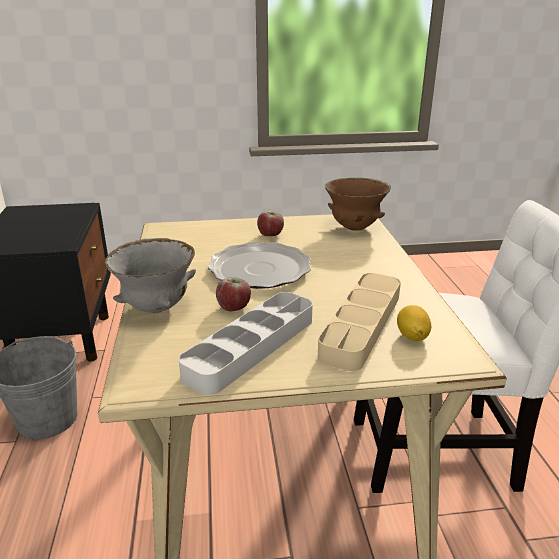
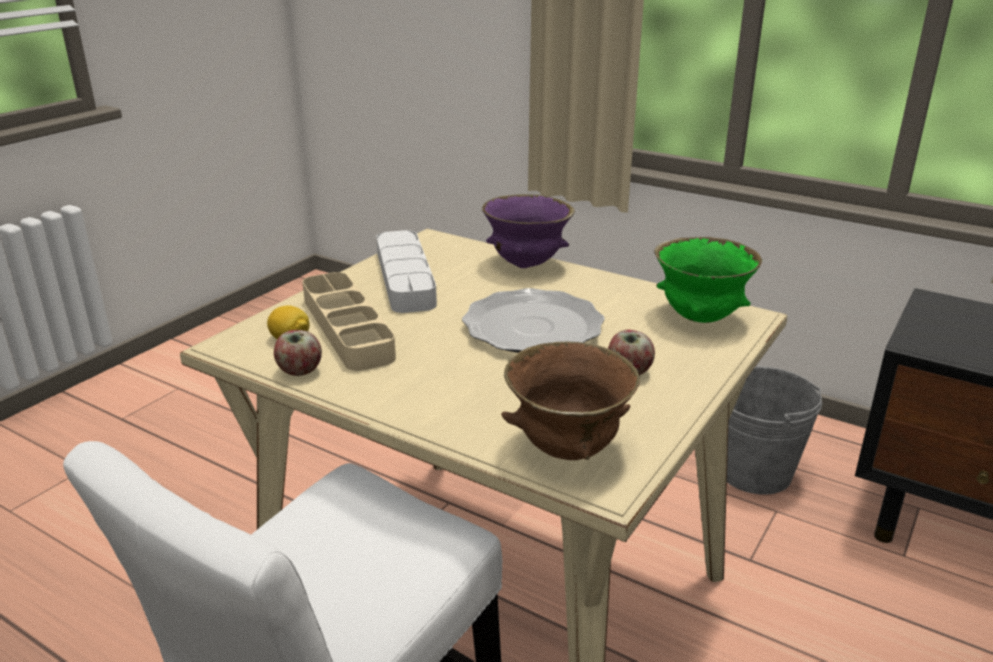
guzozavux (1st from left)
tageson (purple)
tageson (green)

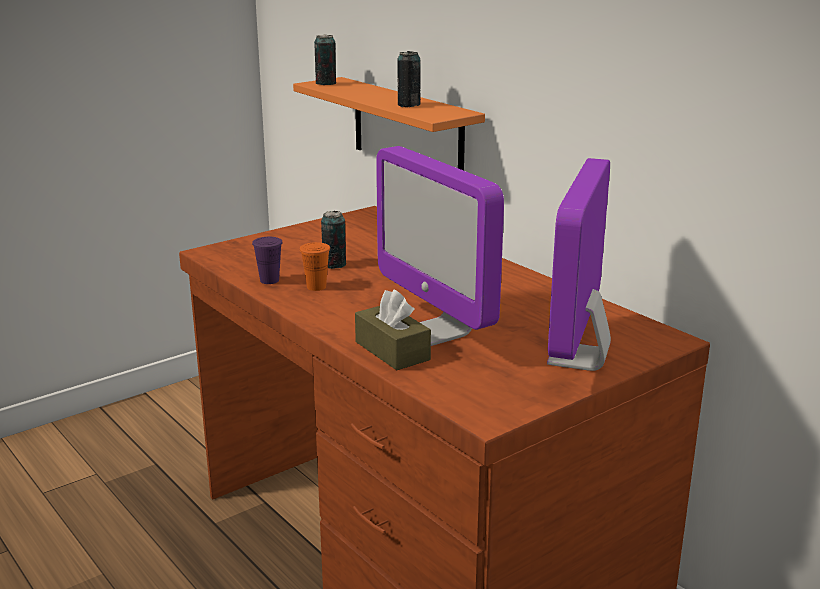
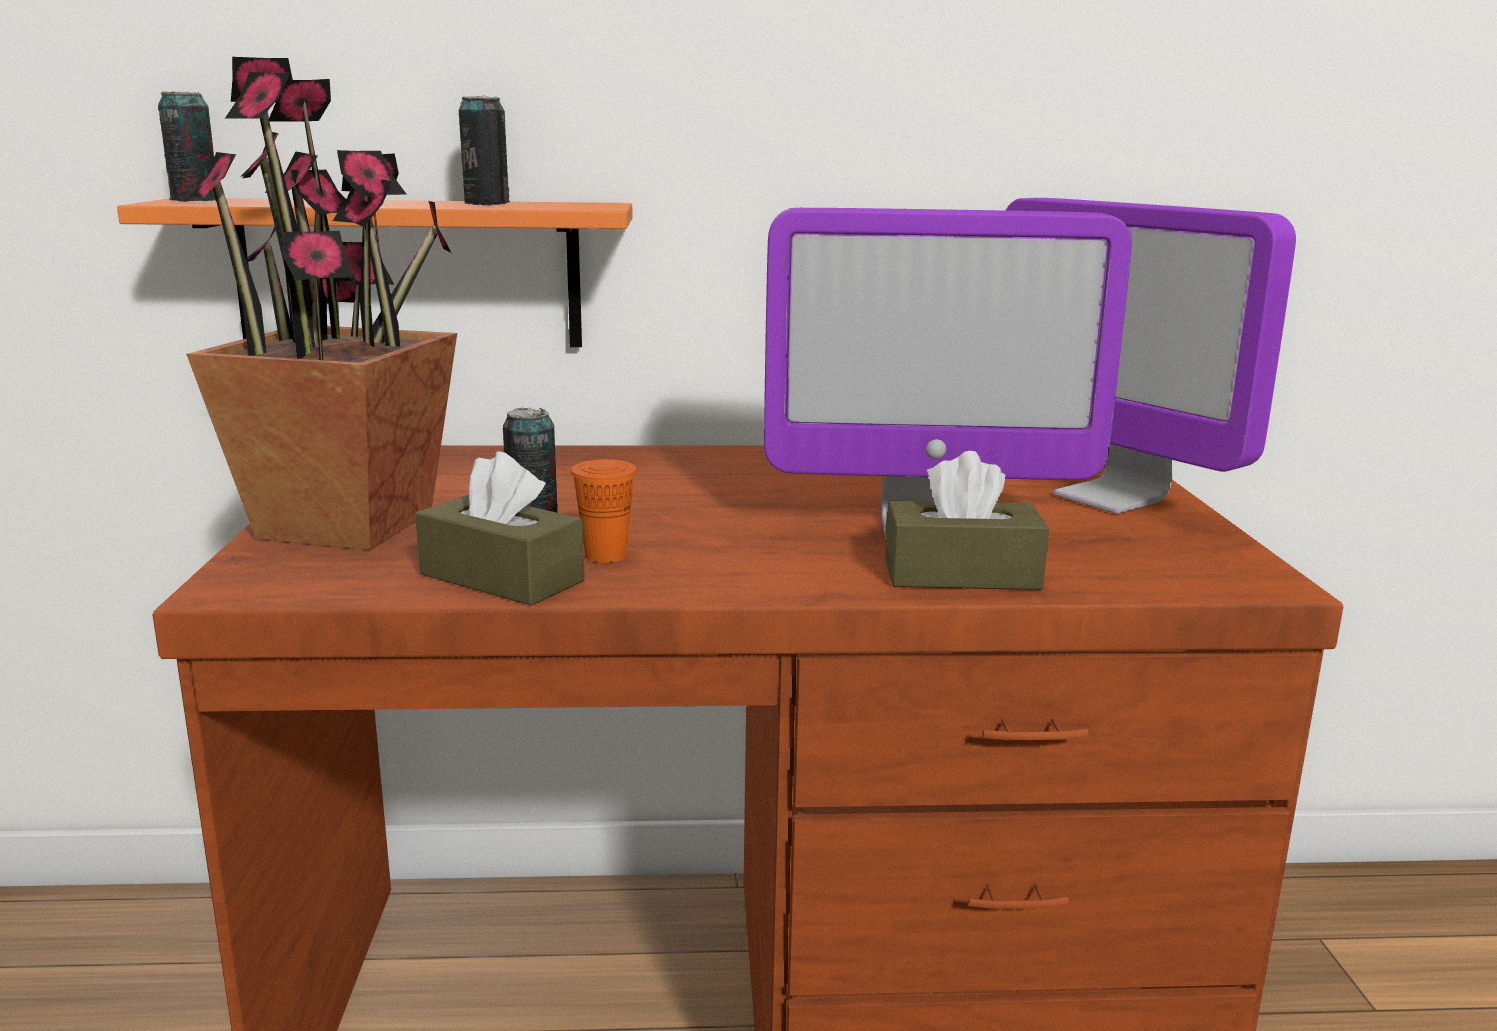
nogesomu
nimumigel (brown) (1st from left)

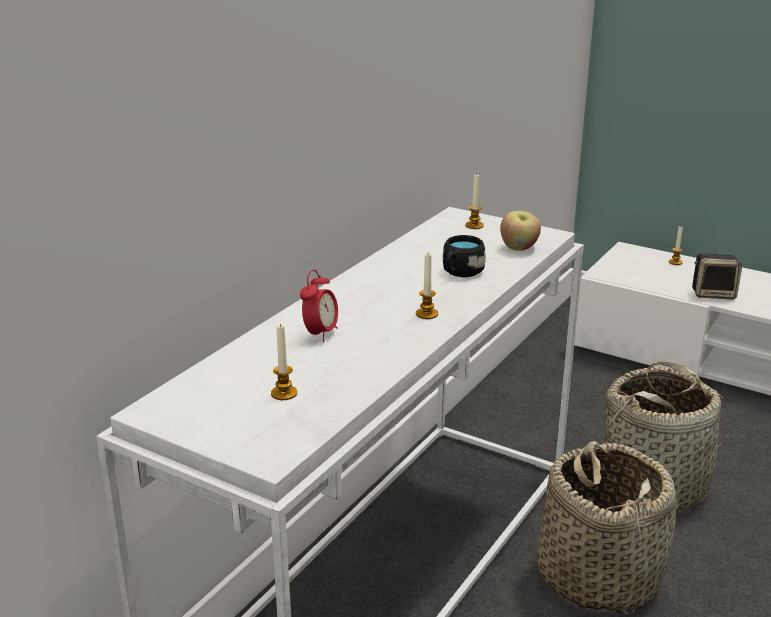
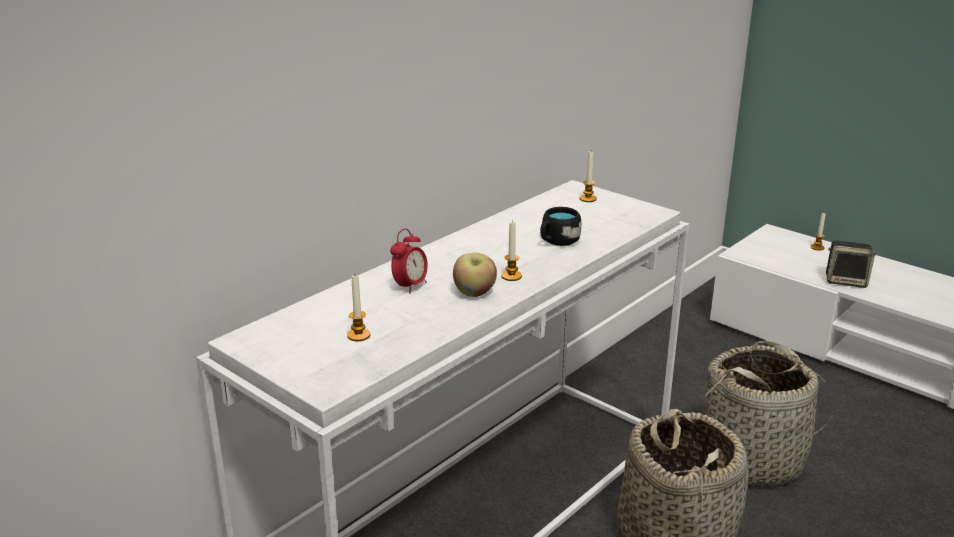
guzozavux

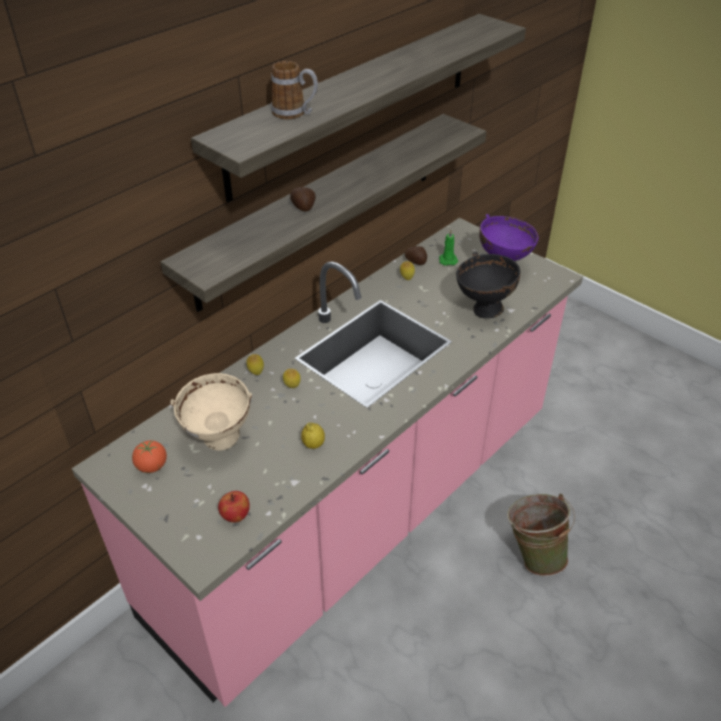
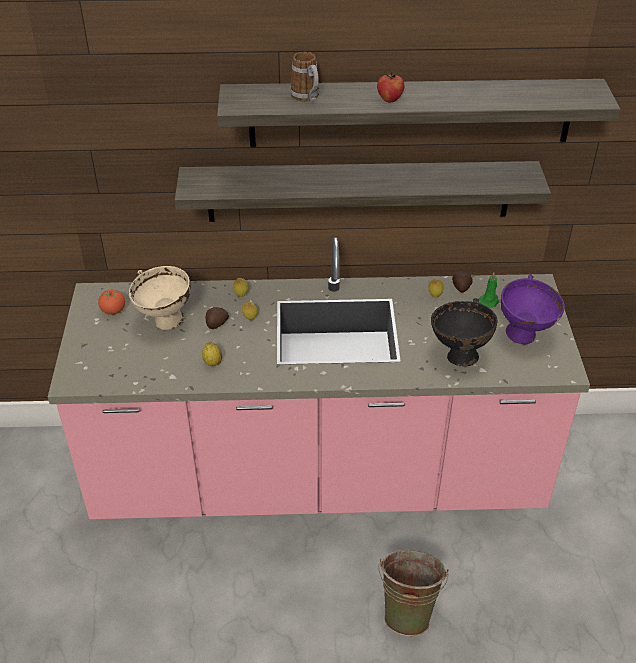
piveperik (1st from left)
guzozavux

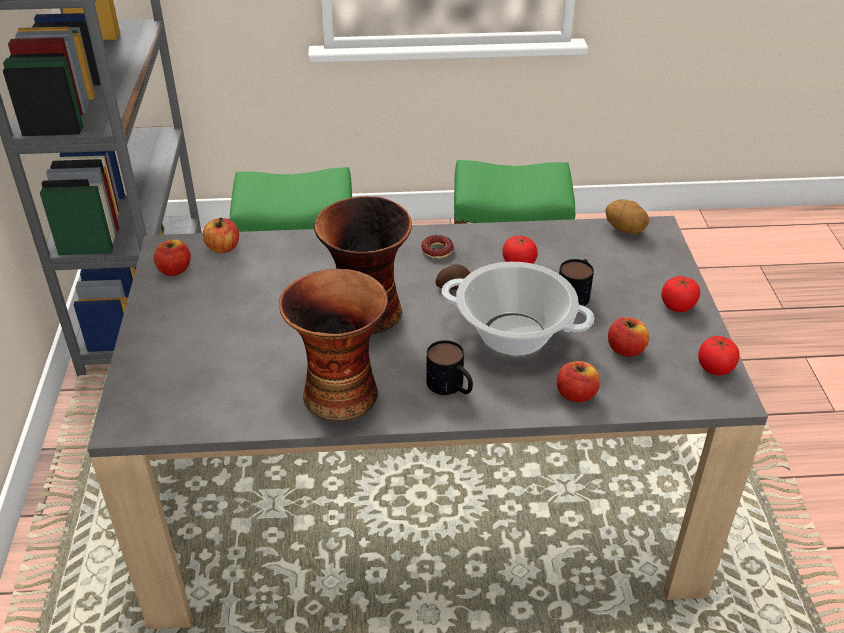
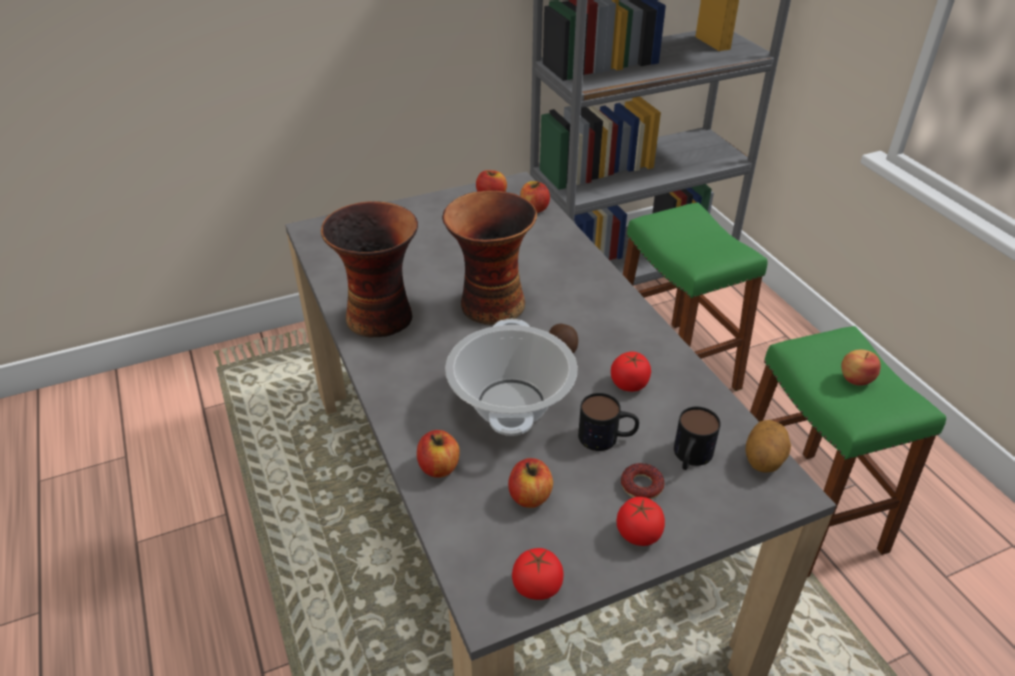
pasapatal
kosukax (2nd from left)
guzozavux (5th from left)

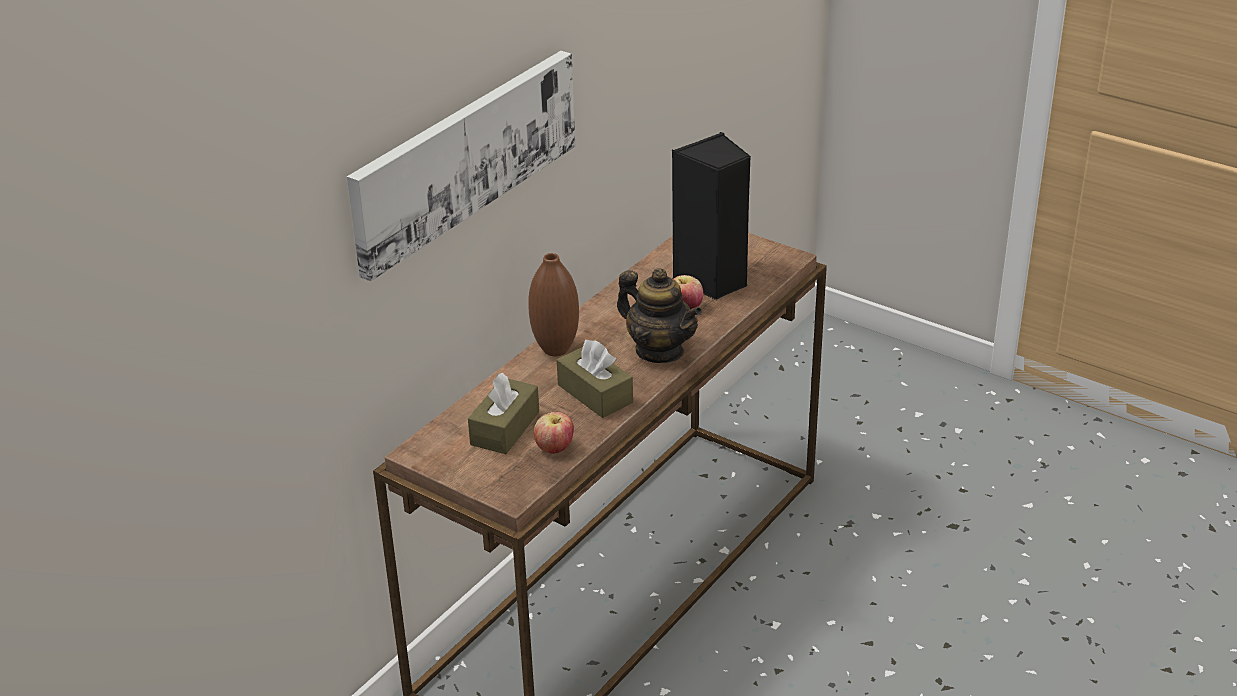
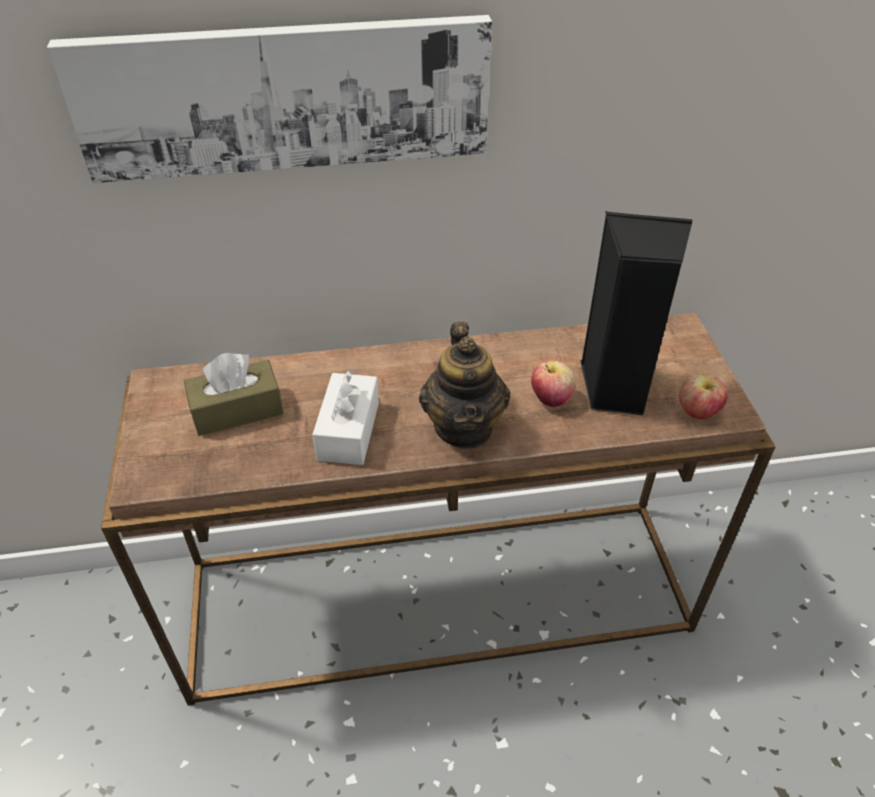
nimumigel (white)
guzozavux (2nd from left)
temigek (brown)

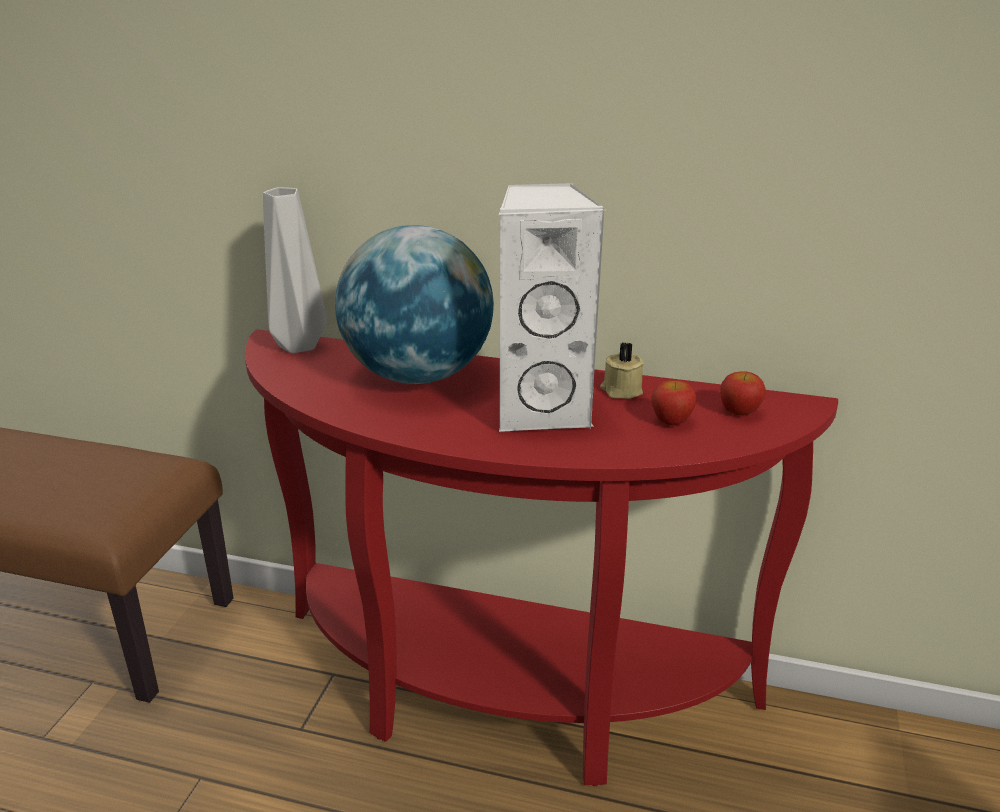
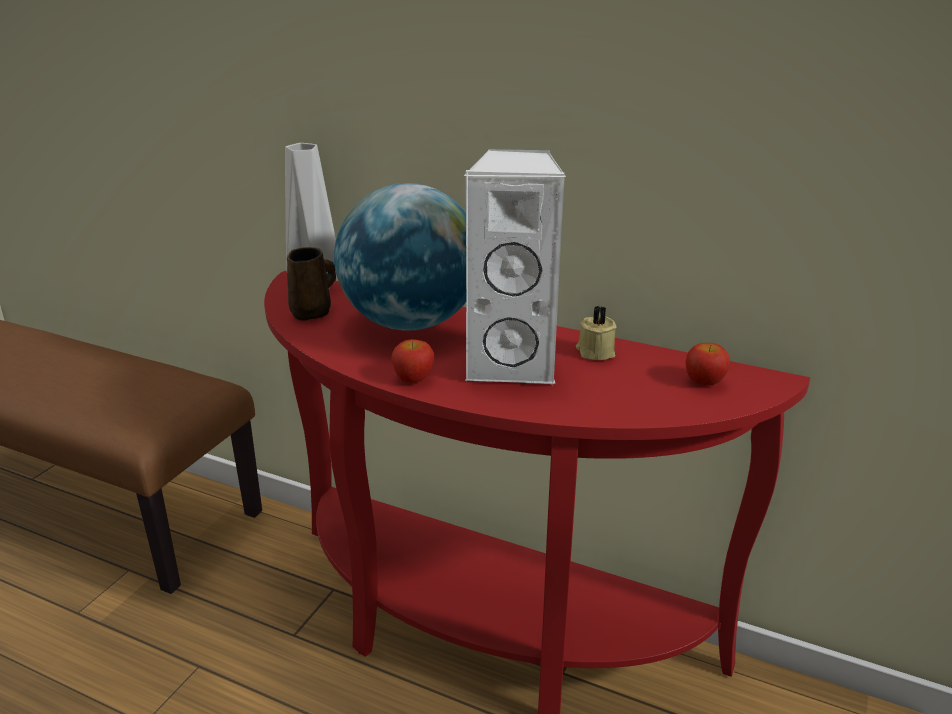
kosukax (brown)
guzozavux (1st from left)

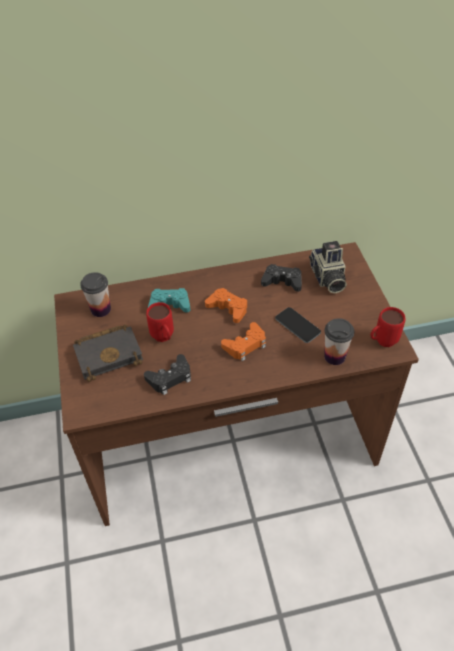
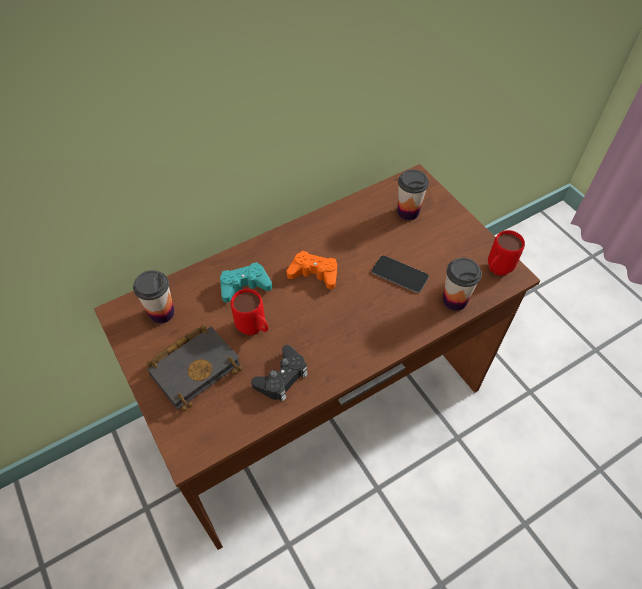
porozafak (2nd from left)
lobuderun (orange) (2nd from left in the first image)
lobuderun (black) (2nd from left in the first image)

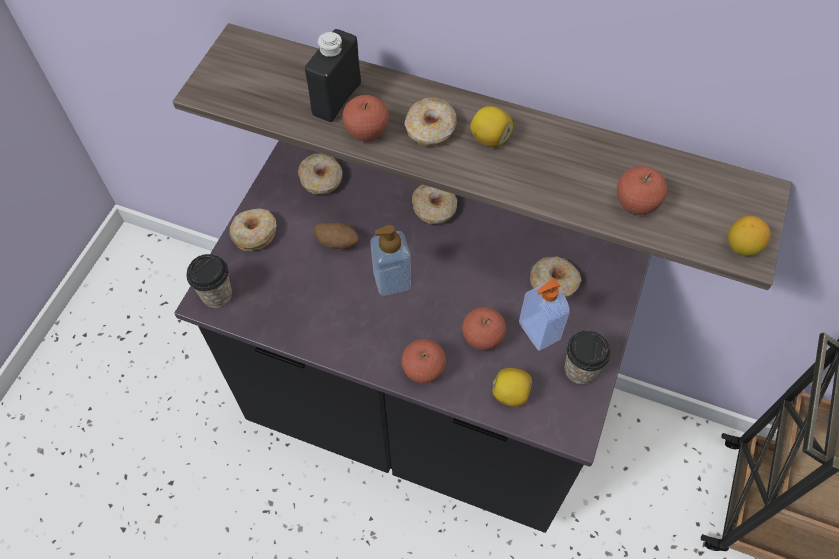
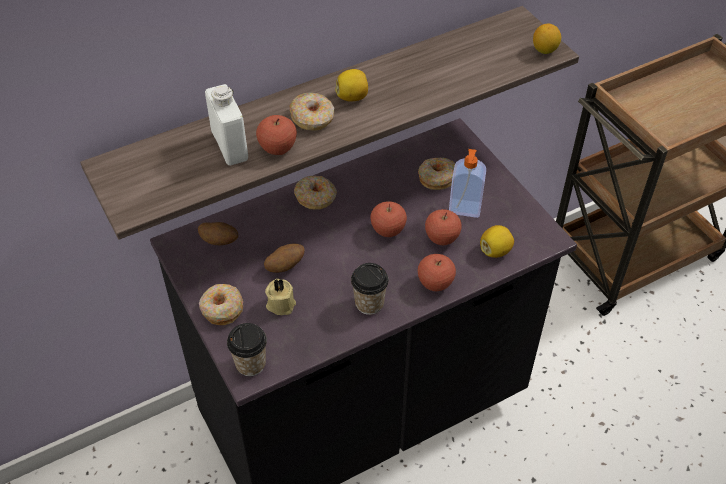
piveperik (1st from left)
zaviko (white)
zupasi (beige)
porozafak (2nd from left)
guzozavux (2nd from left)
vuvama (1st from left in the first image)

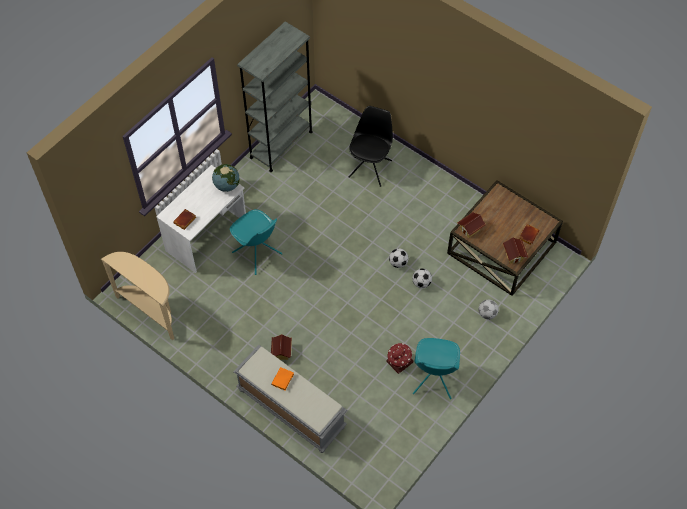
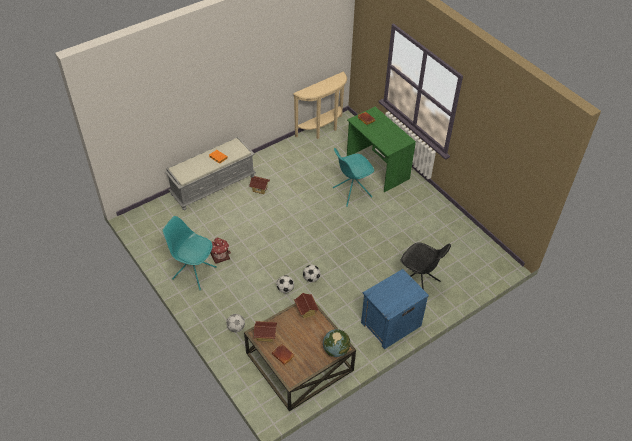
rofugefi
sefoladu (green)
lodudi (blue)
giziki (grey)

